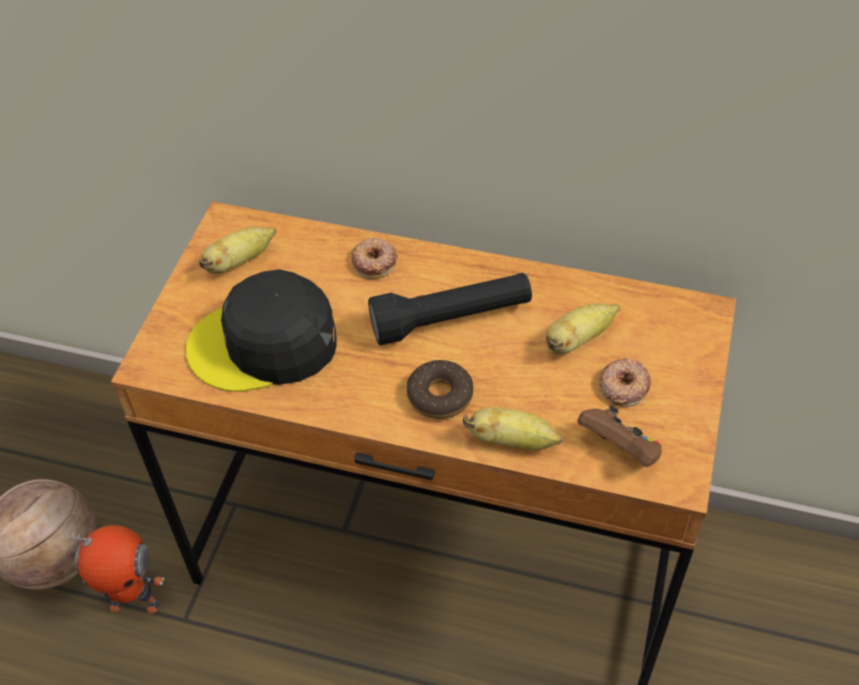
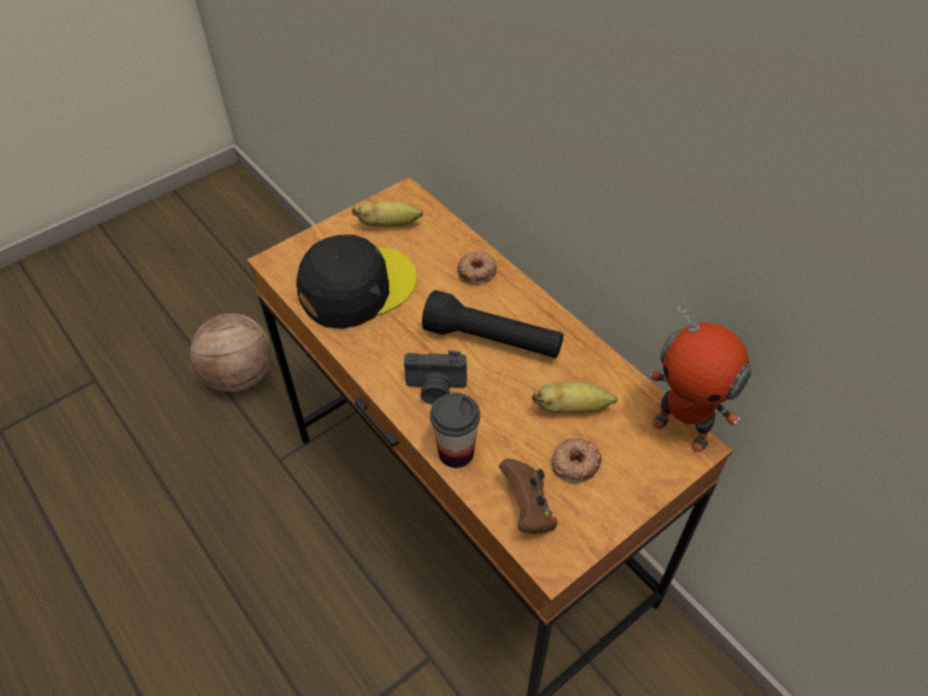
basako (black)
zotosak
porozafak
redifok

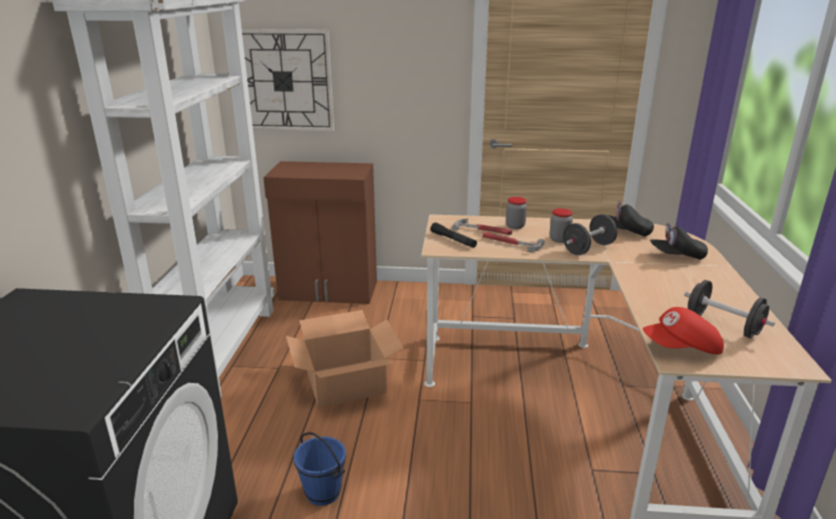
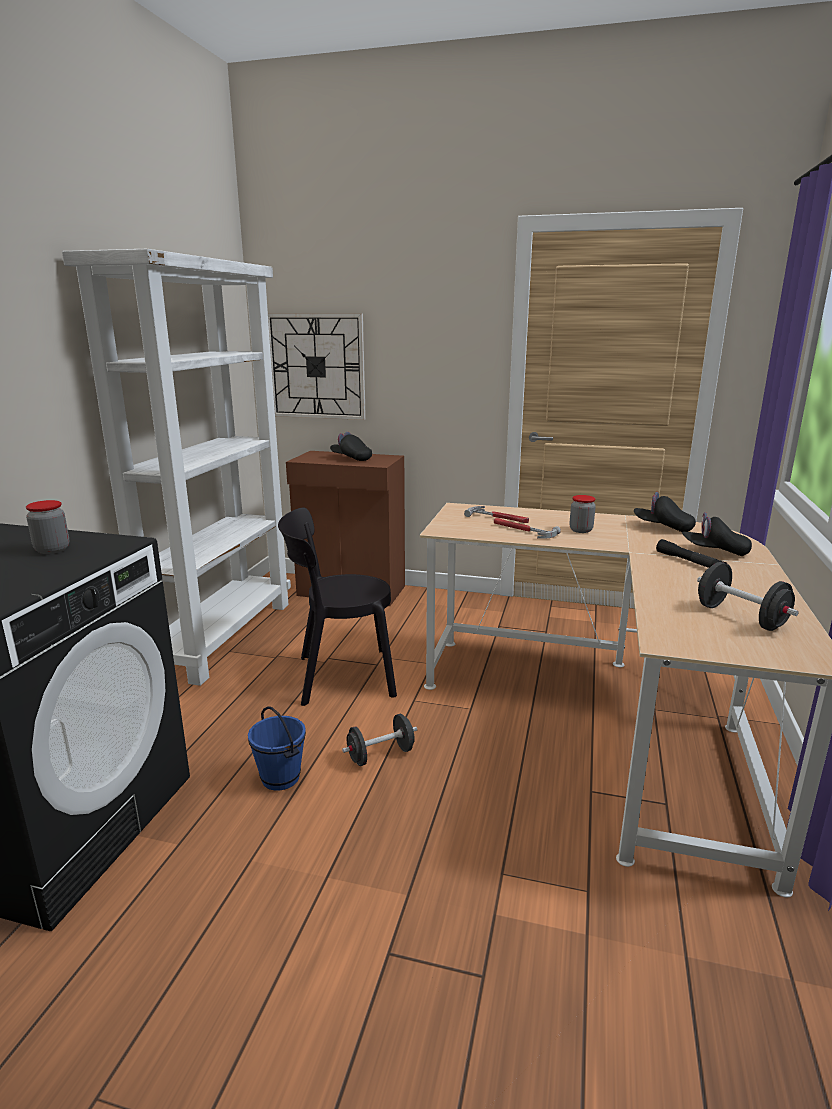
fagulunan (1st from left)
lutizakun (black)
basako (black) (1st from left)
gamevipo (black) (1st from left)
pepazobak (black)
basako (red)

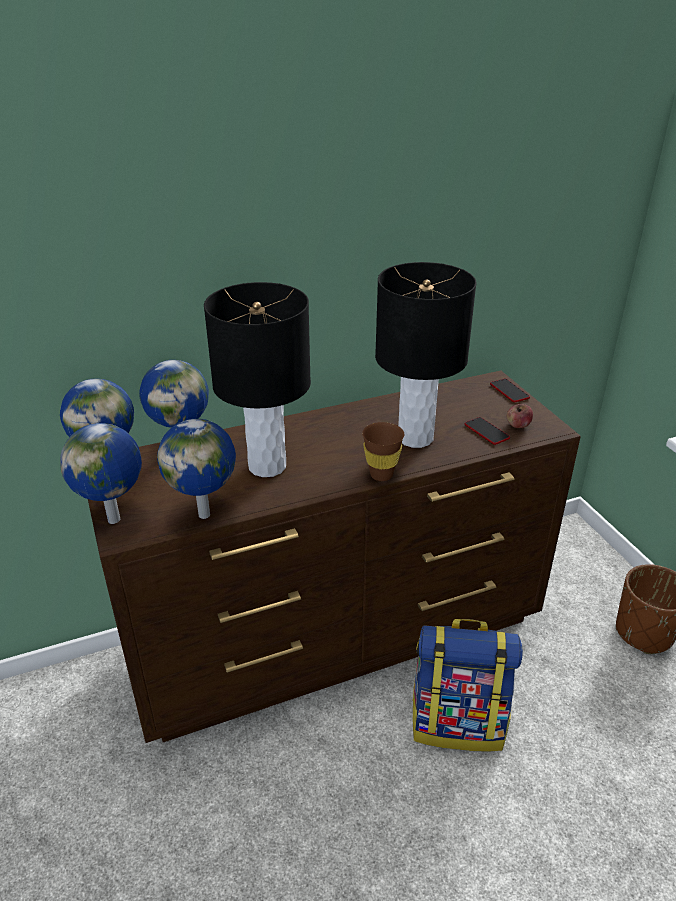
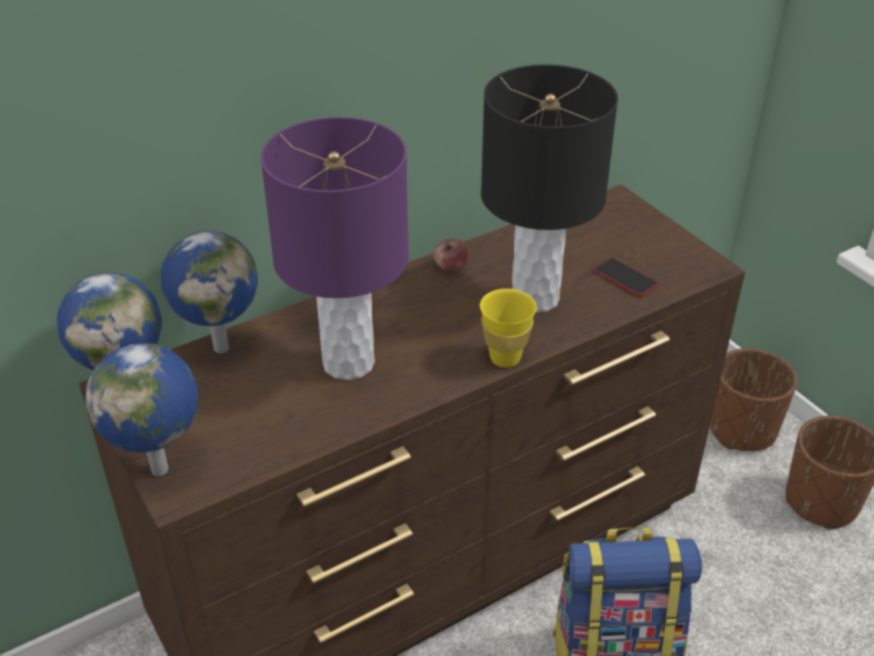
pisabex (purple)
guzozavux
porozafak (yellow)
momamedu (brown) (1st from left)
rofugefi (4th from left in the first image)
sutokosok (2nd from left in the first image)

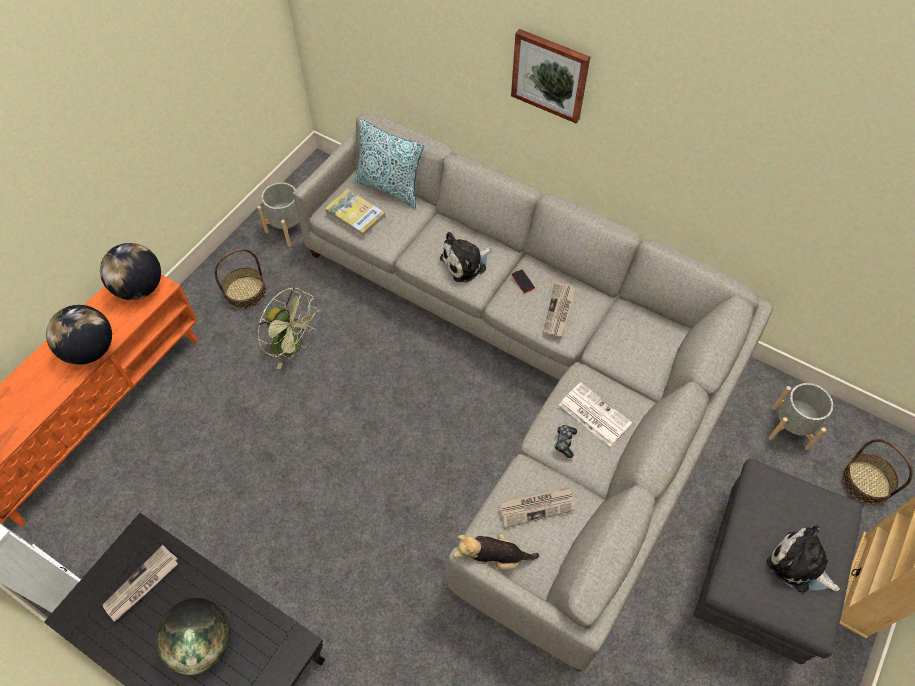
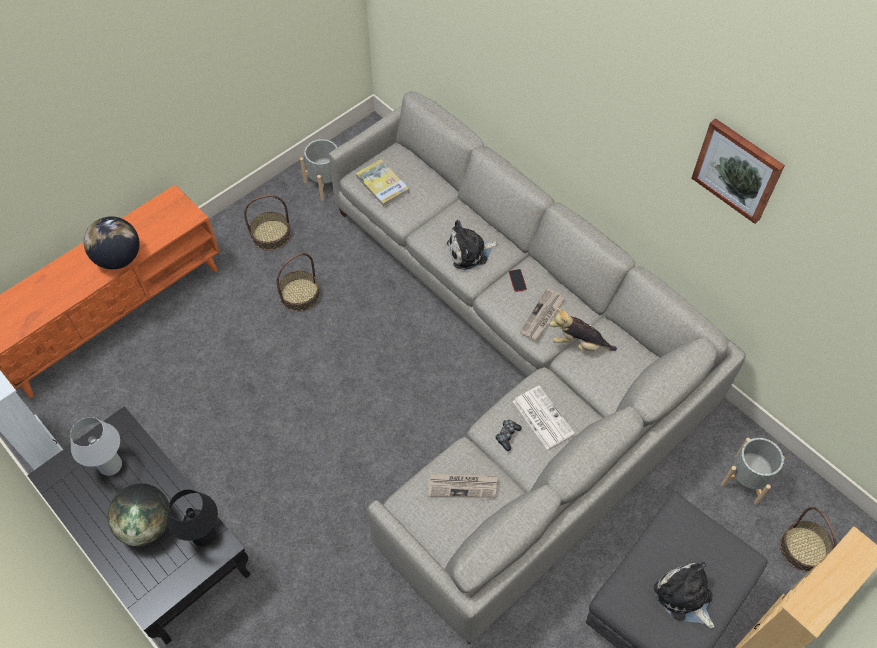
pisabex (white)
pisabex (black)
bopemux (2nd from left)
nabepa (2nd from left)
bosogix
rofugefi (2nd from left in the first image)
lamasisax

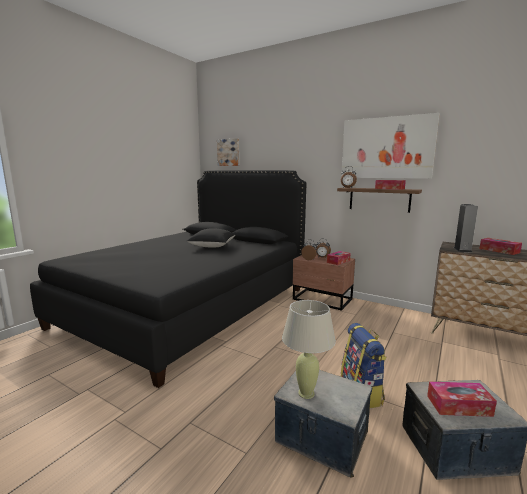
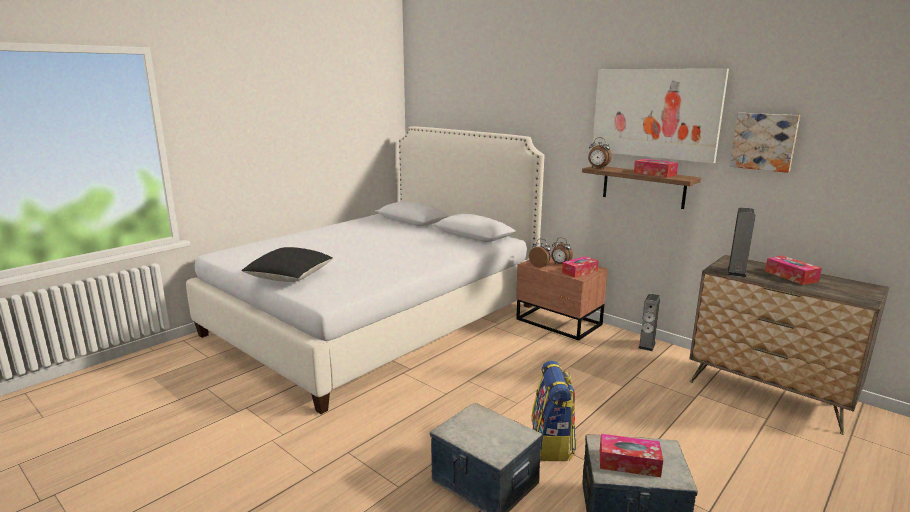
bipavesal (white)
lamasisax (black)
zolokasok (1st from left)
bosogix (2nd from left)
pisabex (beige)

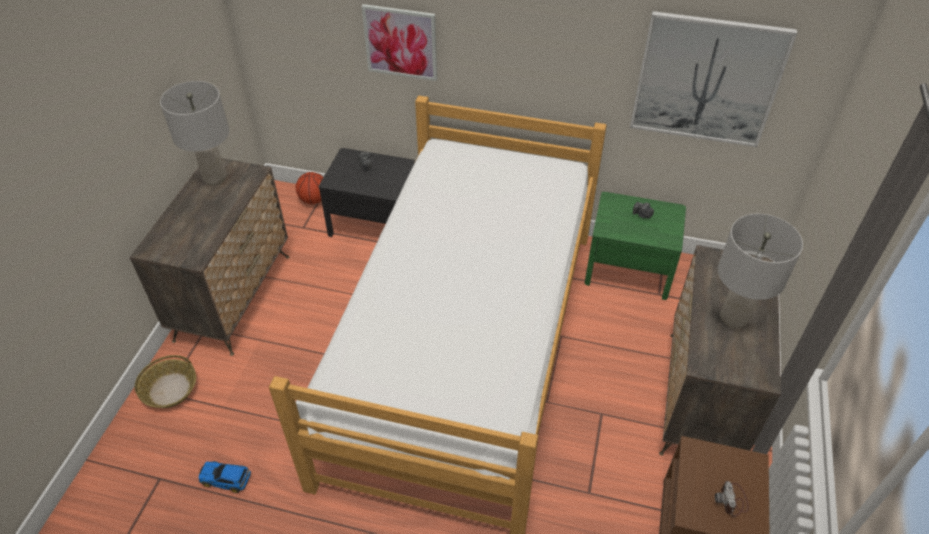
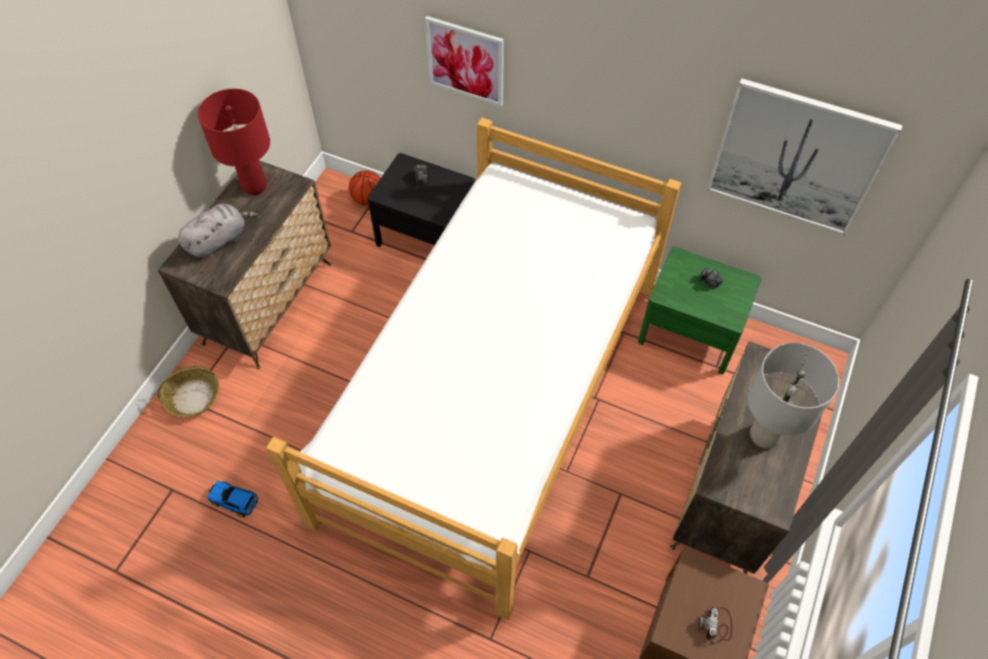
nabepa (grey)
pisabex (red)

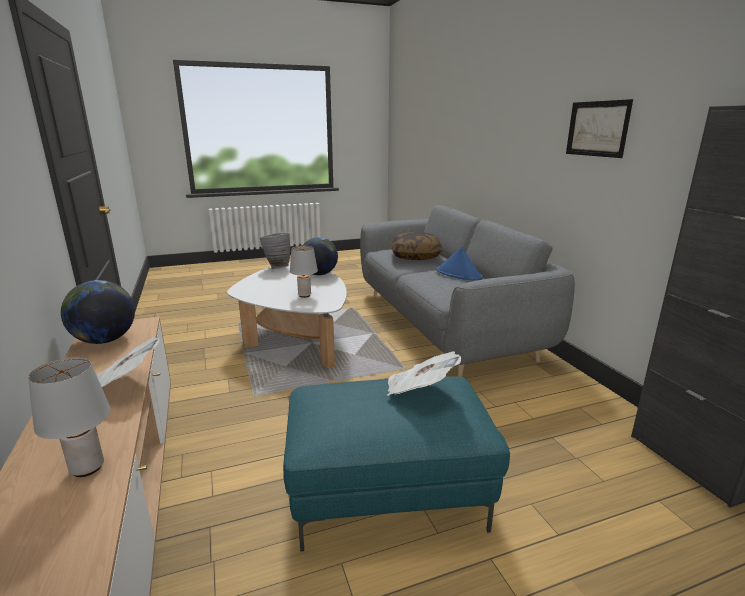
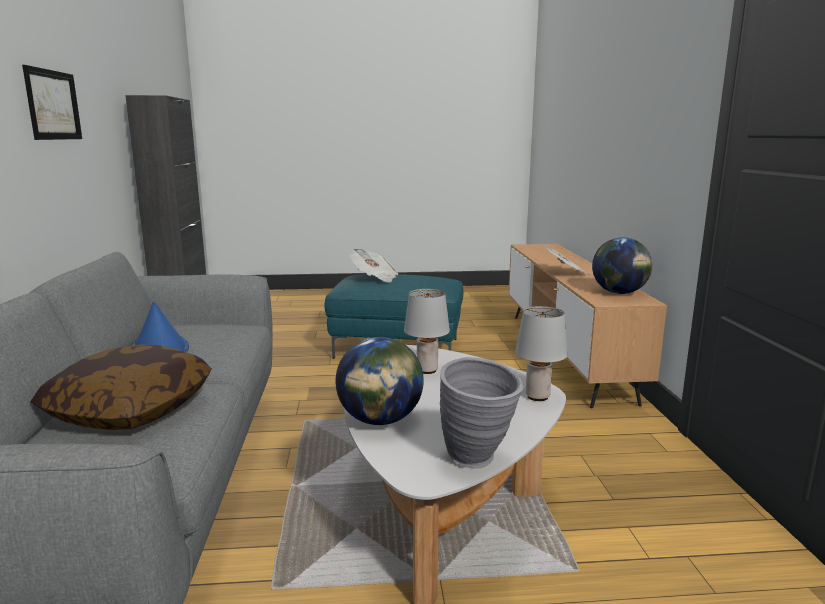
pisabex (grey) (2nd from left)

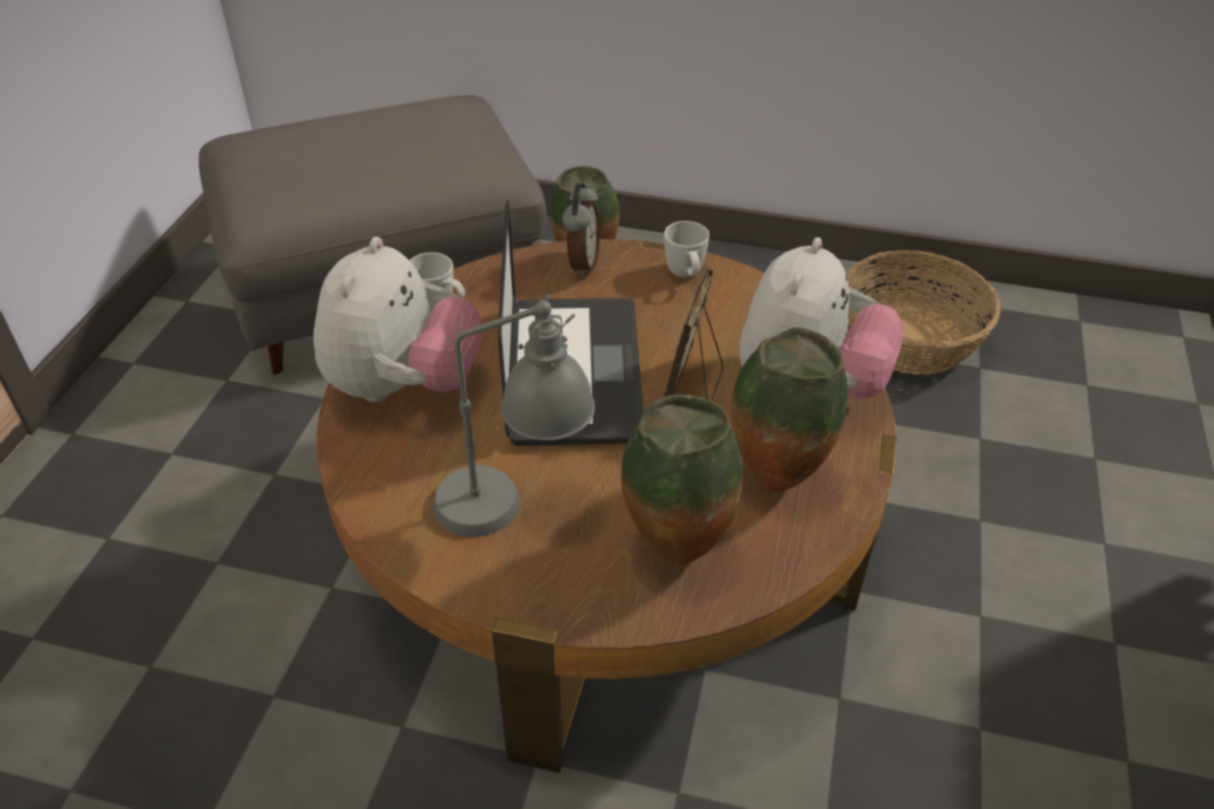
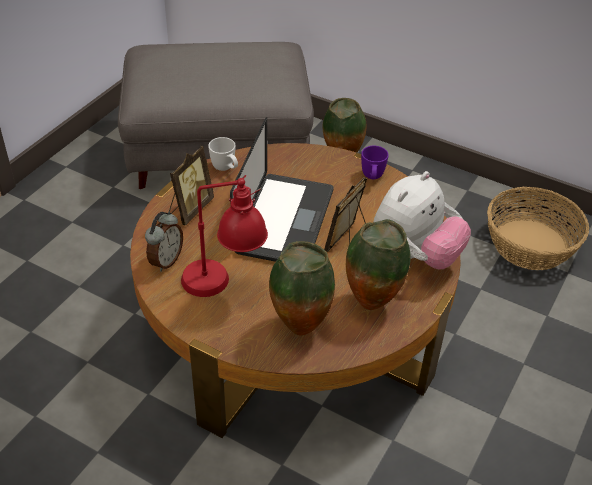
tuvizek
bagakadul (1st from left)
pisabex (red)
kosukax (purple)

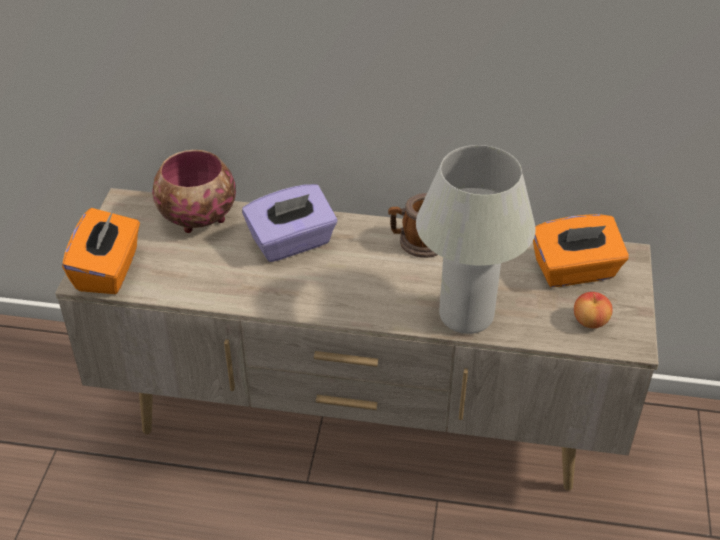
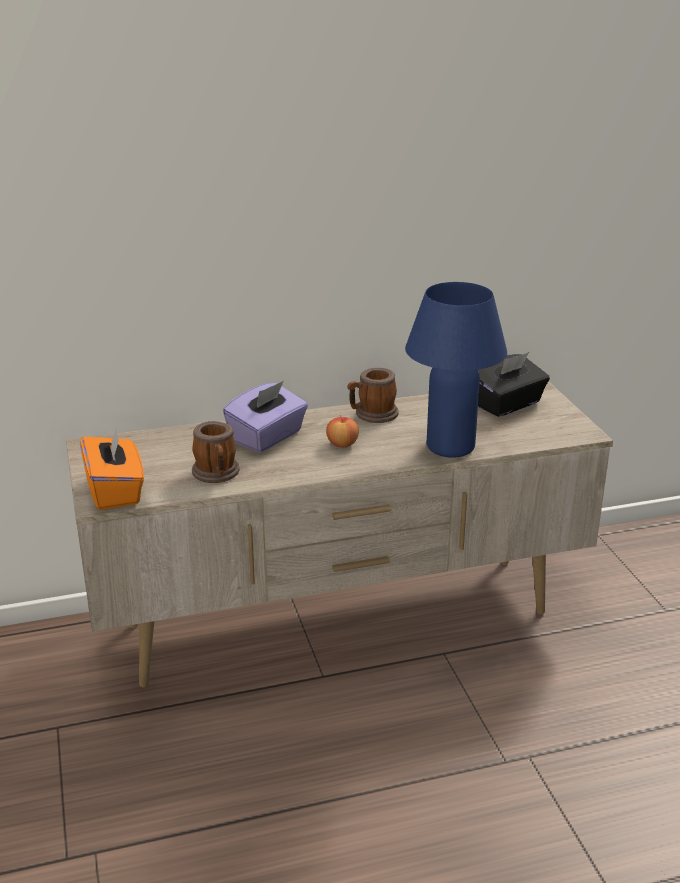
kosukax (1st from left)
guzozavux
pisabex (blue)
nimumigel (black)
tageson

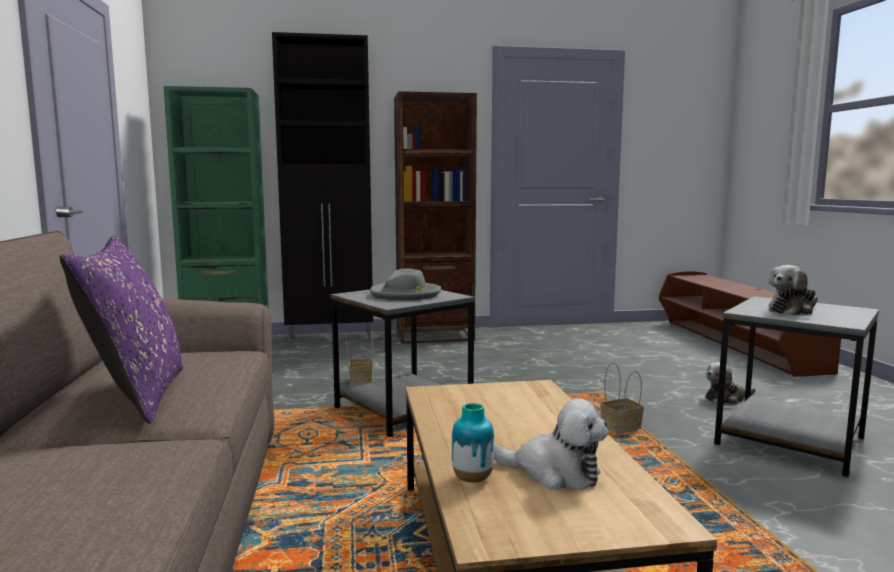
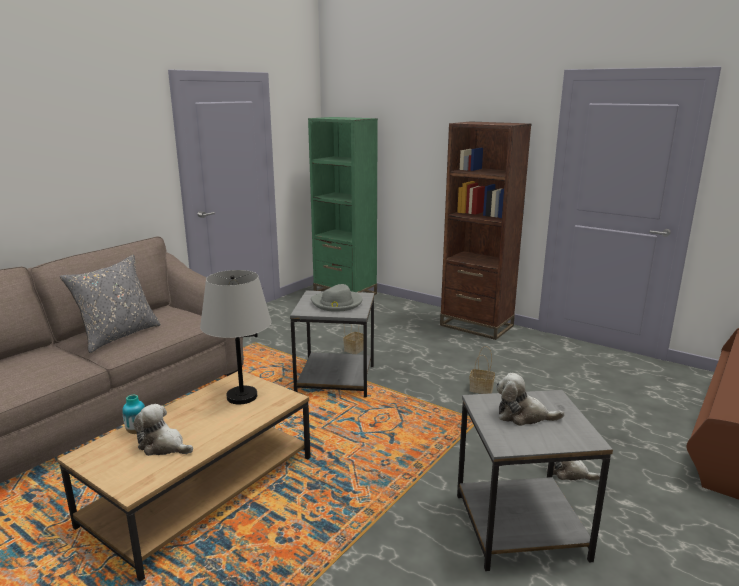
lamasisax (grey)
nabepa (1st from left)
pisabex (grey)
bopemux (2nd from left)
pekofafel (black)

